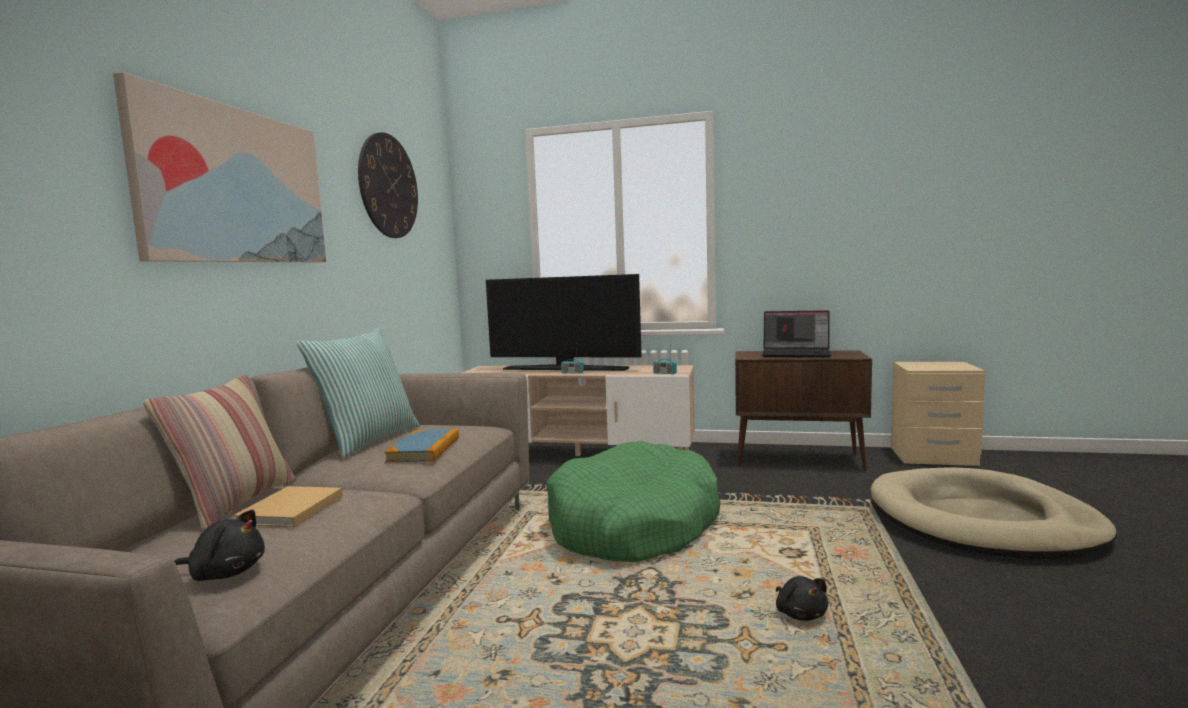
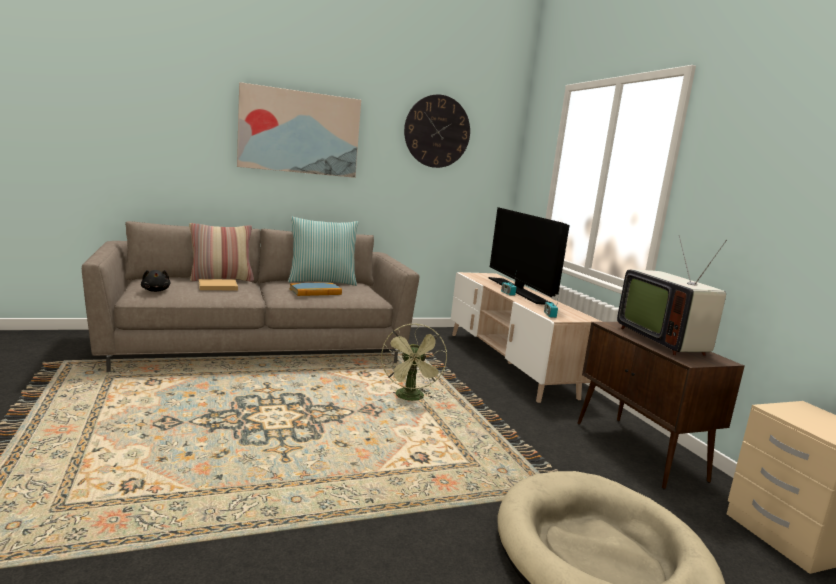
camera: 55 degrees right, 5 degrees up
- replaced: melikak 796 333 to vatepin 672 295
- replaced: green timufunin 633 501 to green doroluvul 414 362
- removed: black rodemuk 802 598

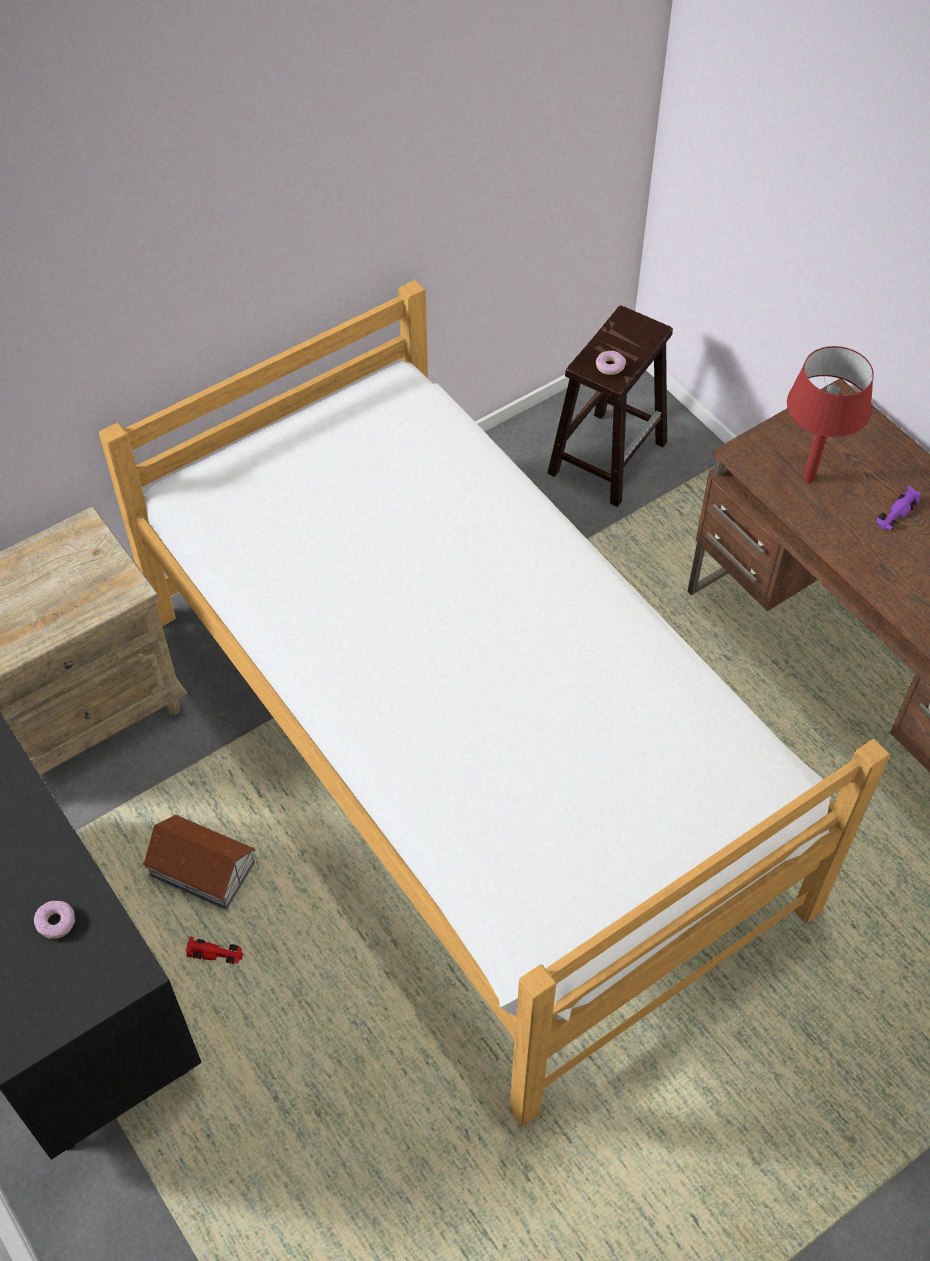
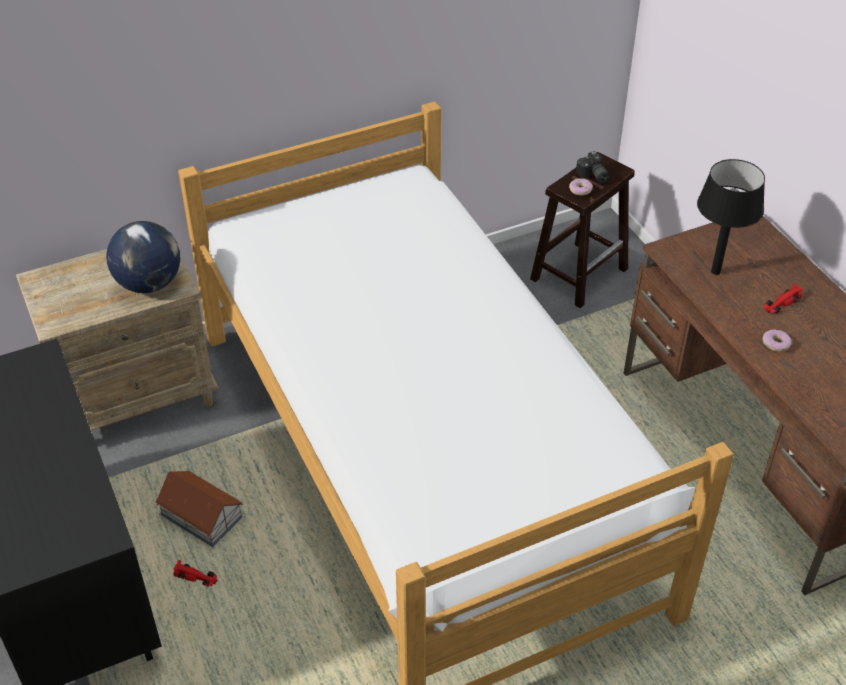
camera: 10 degrees right, 10 degrees down
- recoloured: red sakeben 830 414 to black sakeben 731 217
- recoloured: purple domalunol 898 508 to red domalunol 783 298
- moved: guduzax 54 920 to 776 340
- added: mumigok 592 167
- added: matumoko 143 257

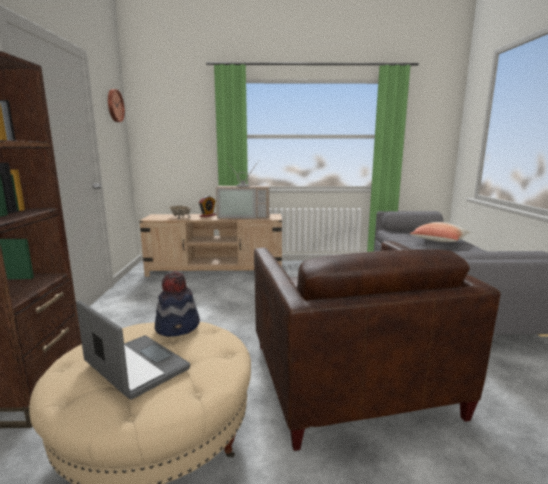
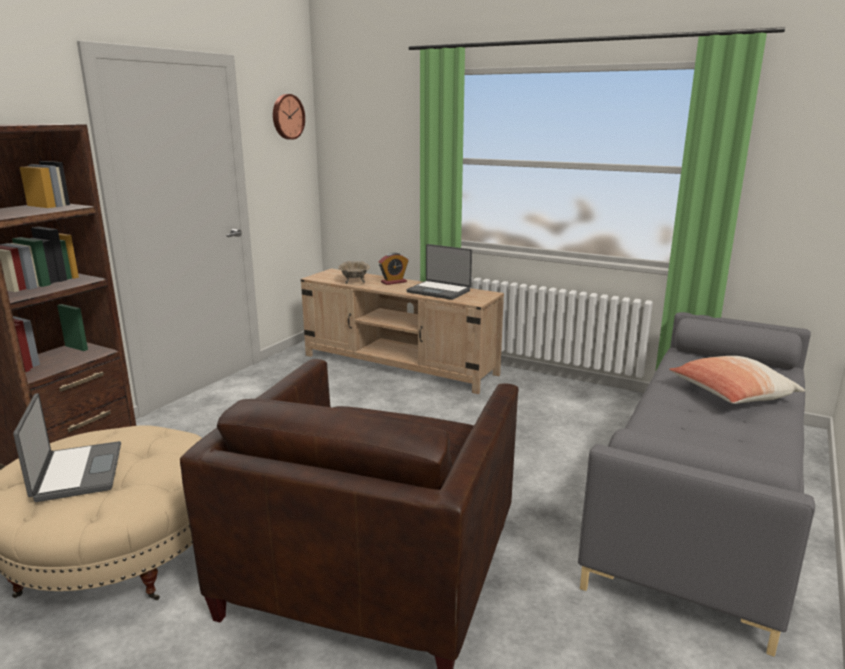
camera: 30 degrees right, 5 degrees up
- replaced: vatepin 242 190 to melikak 439 272
- removed: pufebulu 177 304

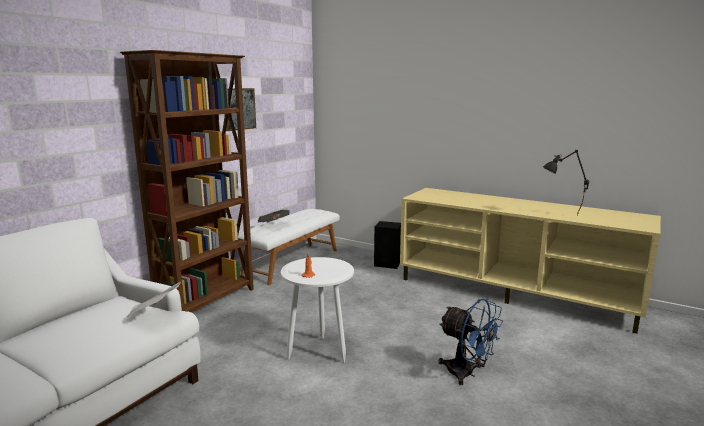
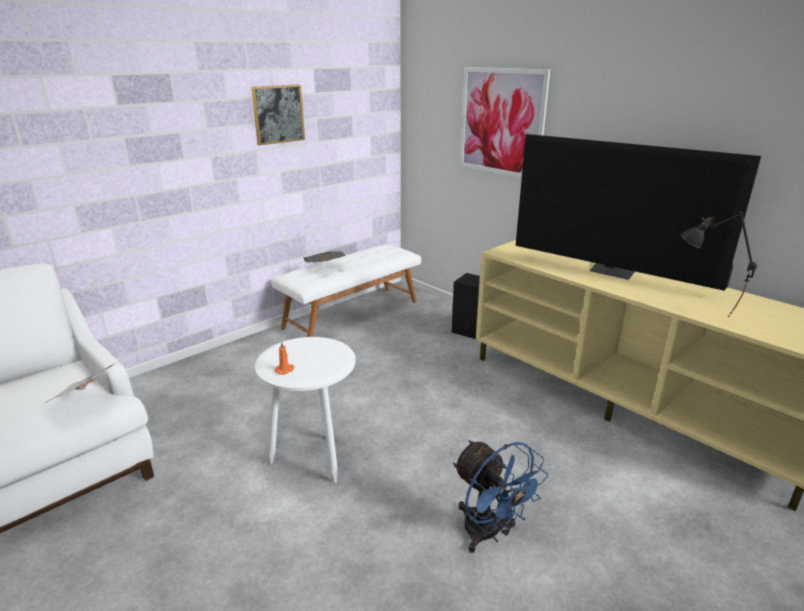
camera: 15 degrees right, 10 degrees up
- removed: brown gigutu 187 181
- added: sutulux 505 122
- added: vatepin 638 212

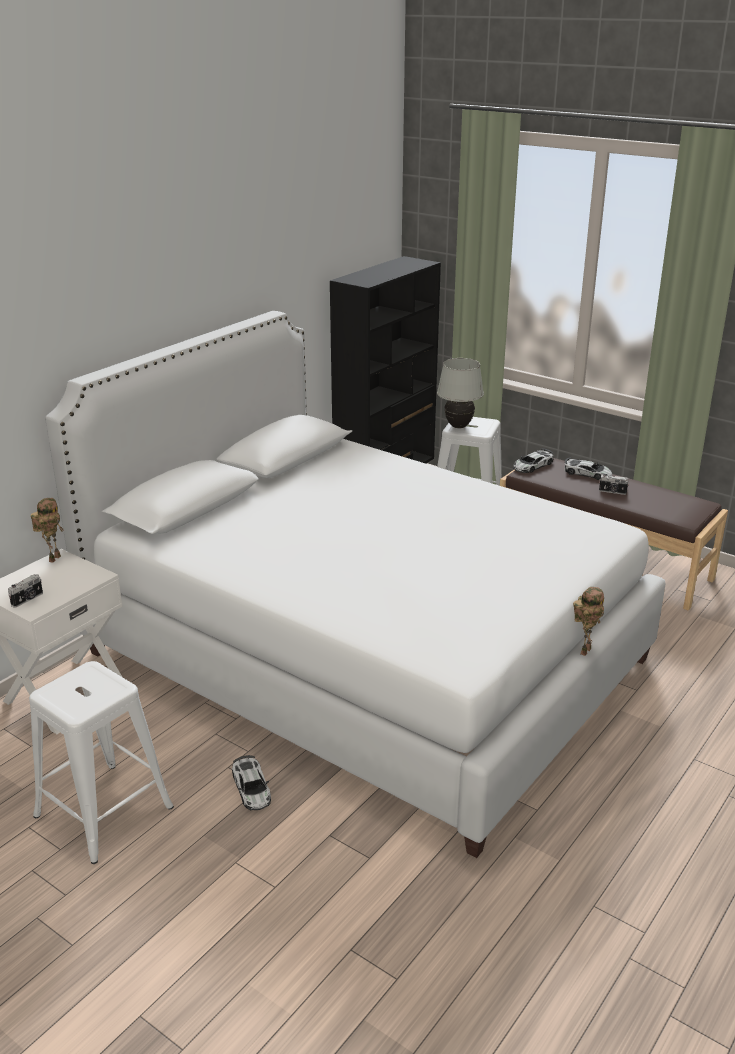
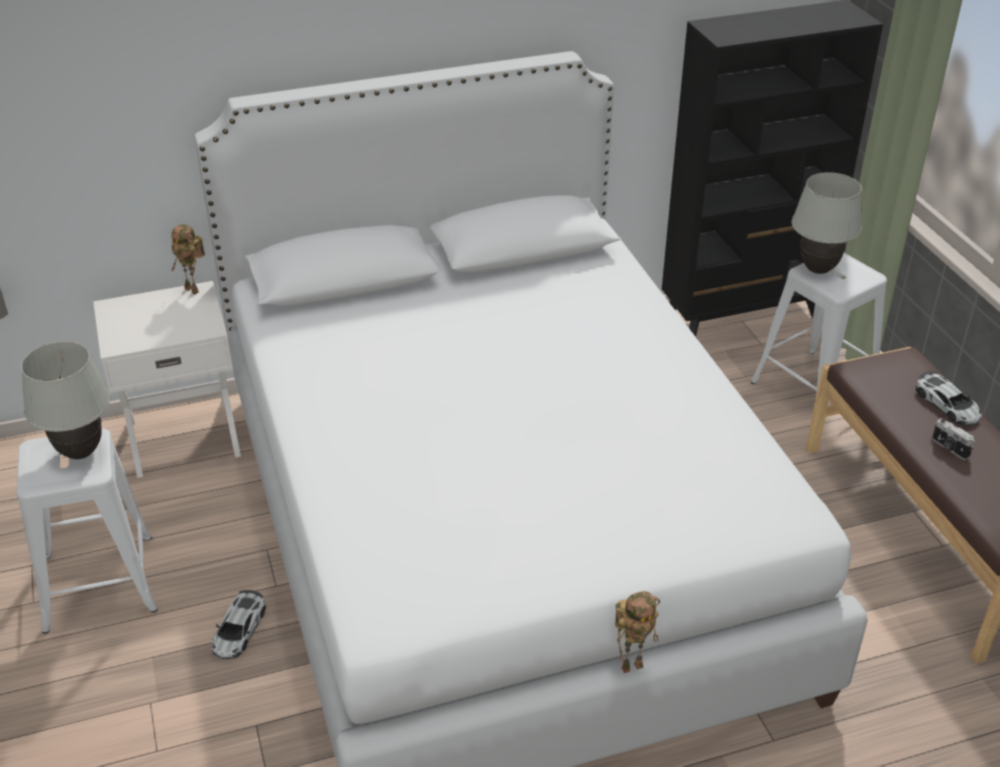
camera: 35 degrees right, 10 degrees up
- removed: domalunol 533 461
- turned: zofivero 47 530 = 188 259 75 degrees clockwise
- removed: mumigok 25 591
- added: white sakeben 66 400

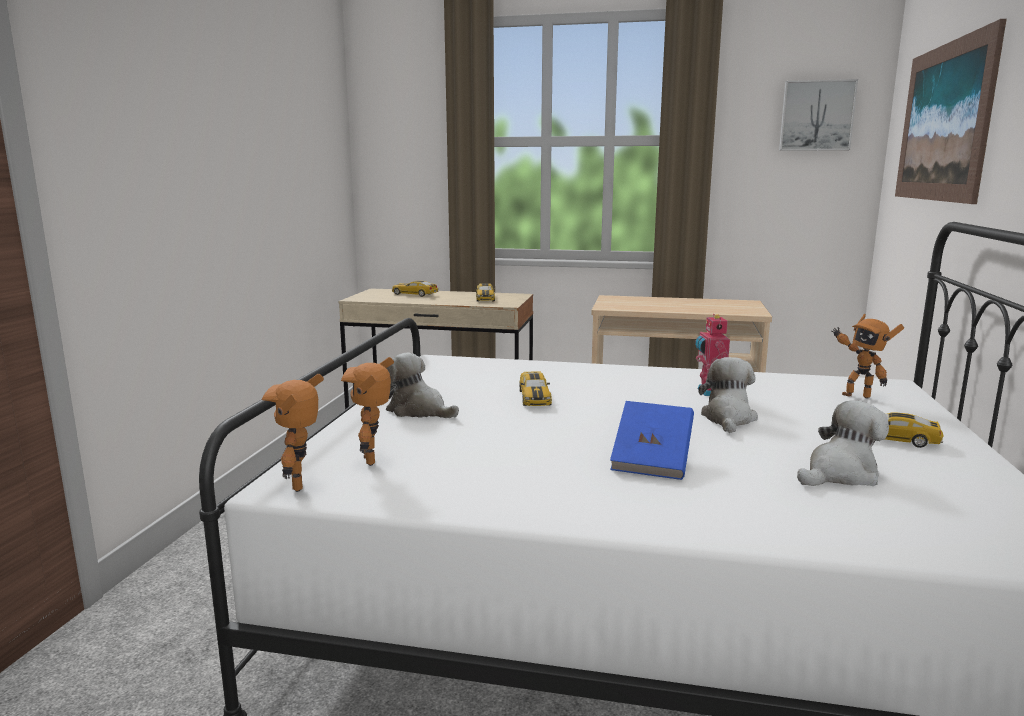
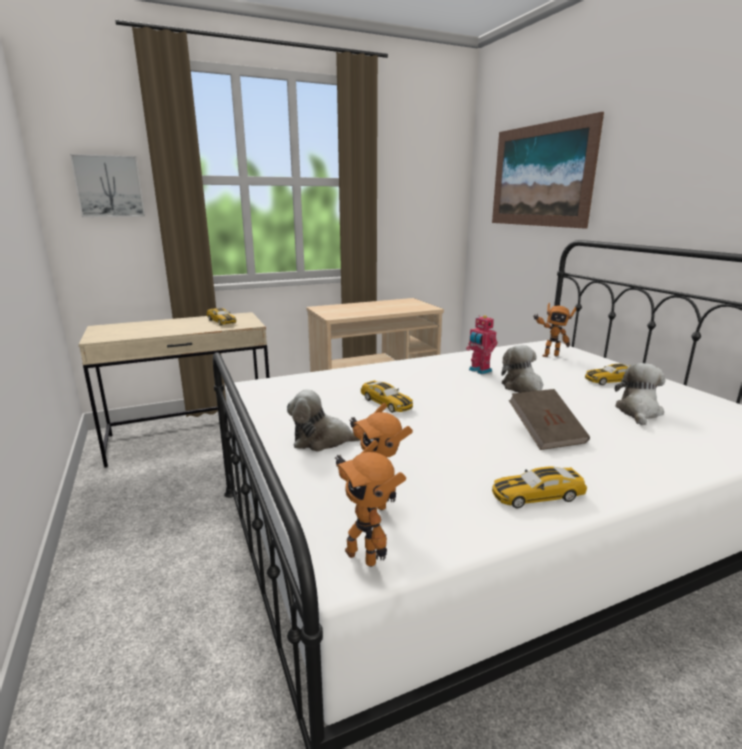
camera: 35 degrees left, 5 degrees up
- moved: sutulux 818 115 to 107 185
- moved: domalunol 415 289 to 539 487
- recoloured: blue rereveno 652 440 to brown rereveno 549 419

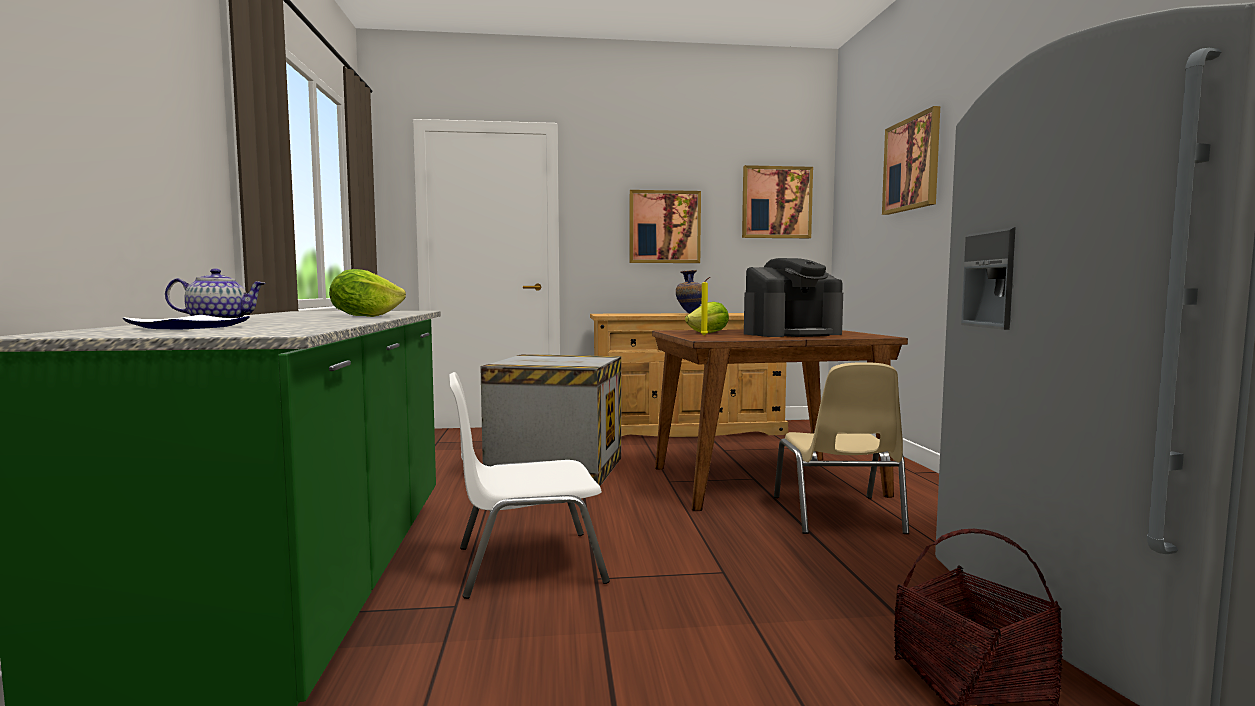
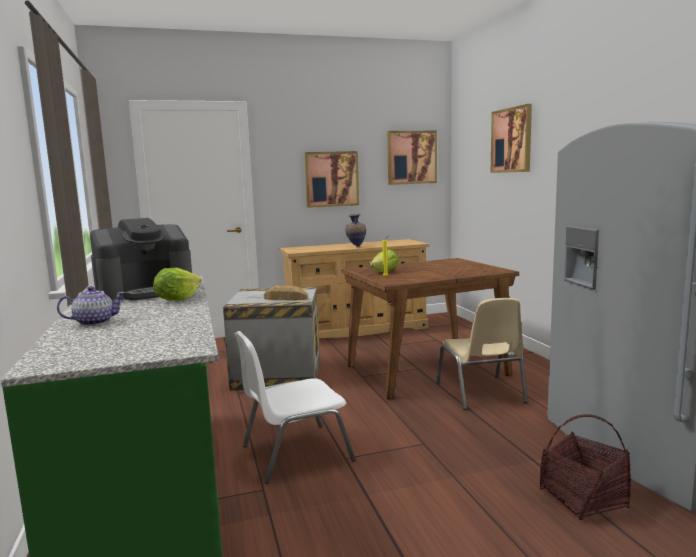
camera: 10 degrees left, 5 degrees up
- moved: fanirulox 793 297 to 141 259
- removed: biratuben 186 322
- added: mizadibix 286 293

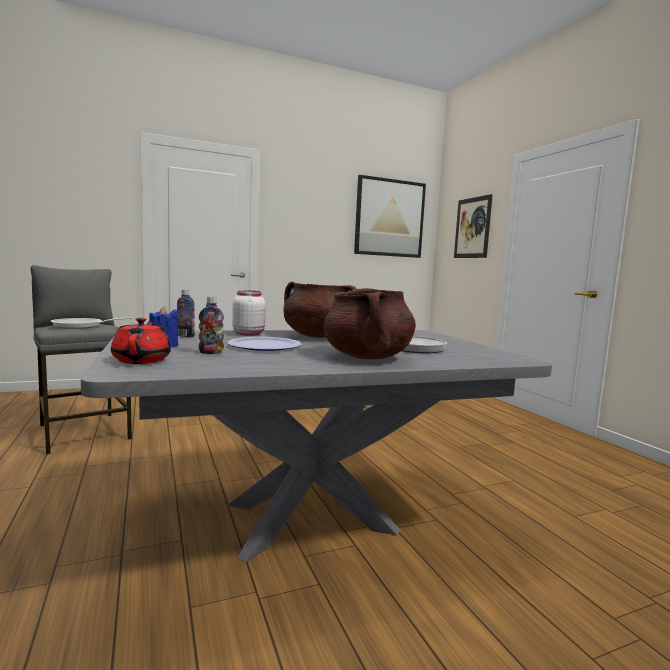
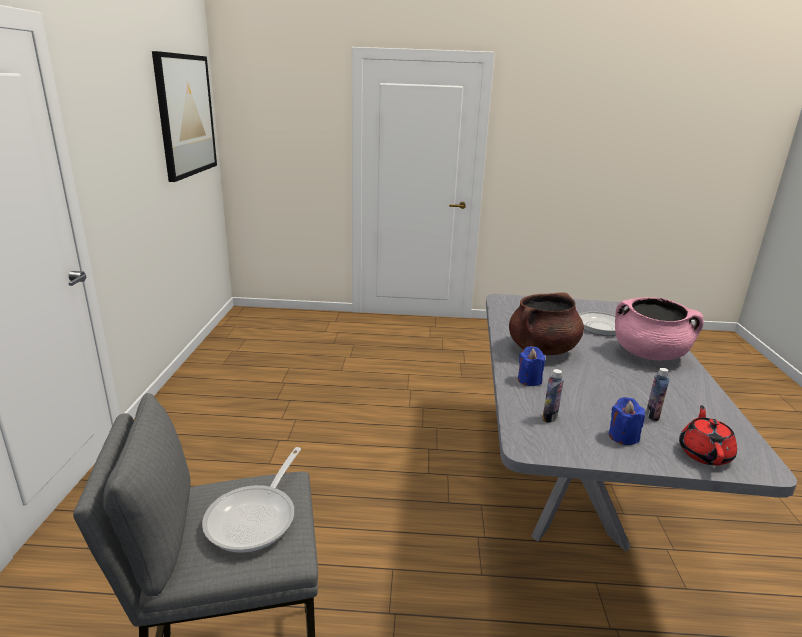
camera: 65 degrees left, 15 degrees up
- removed: sutulux 473 226
- recoloured: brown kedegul 369 323 to pink kedegul 659 328
- replaced: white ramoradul 249 313 to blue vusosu 531 366
- turned: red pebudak 141 341 = 708 435 90 degrees clockwise
- removed: biratuben 264 344

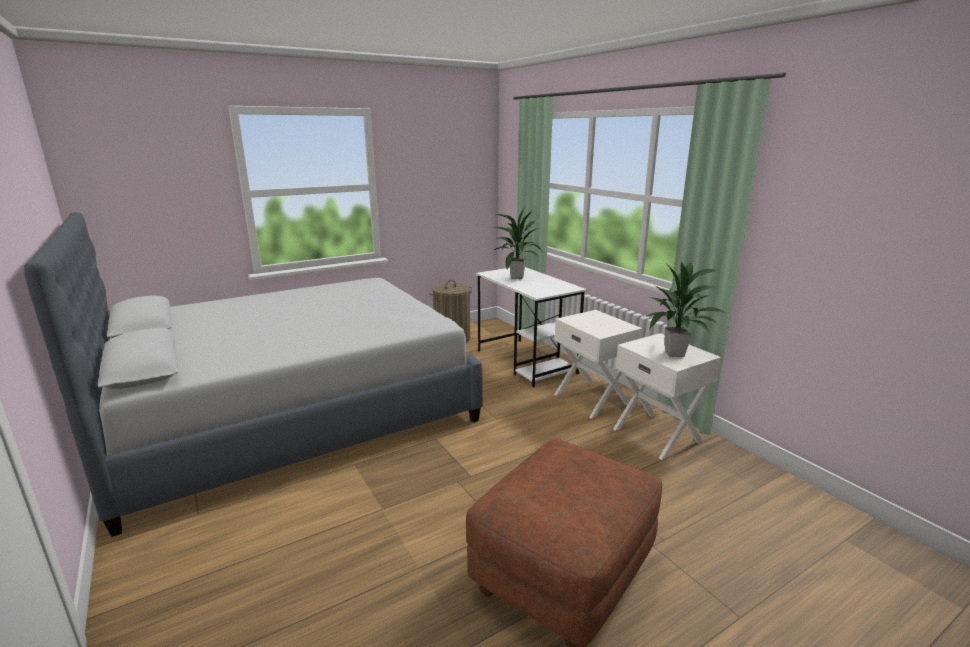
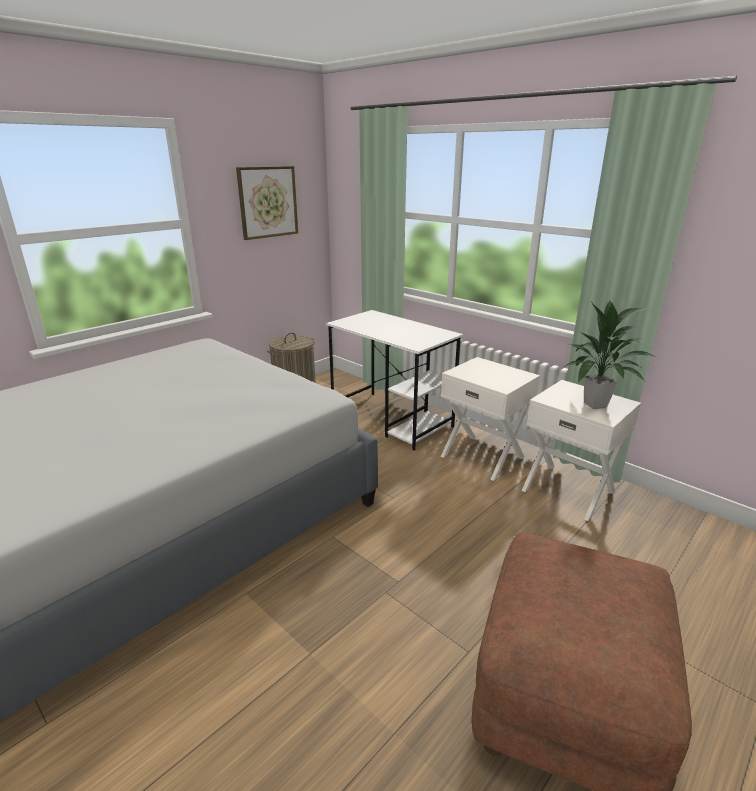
camera: 15 degrees left, 5 degrees up
- removed: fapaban 517 243
- added: sutulux 267 203

